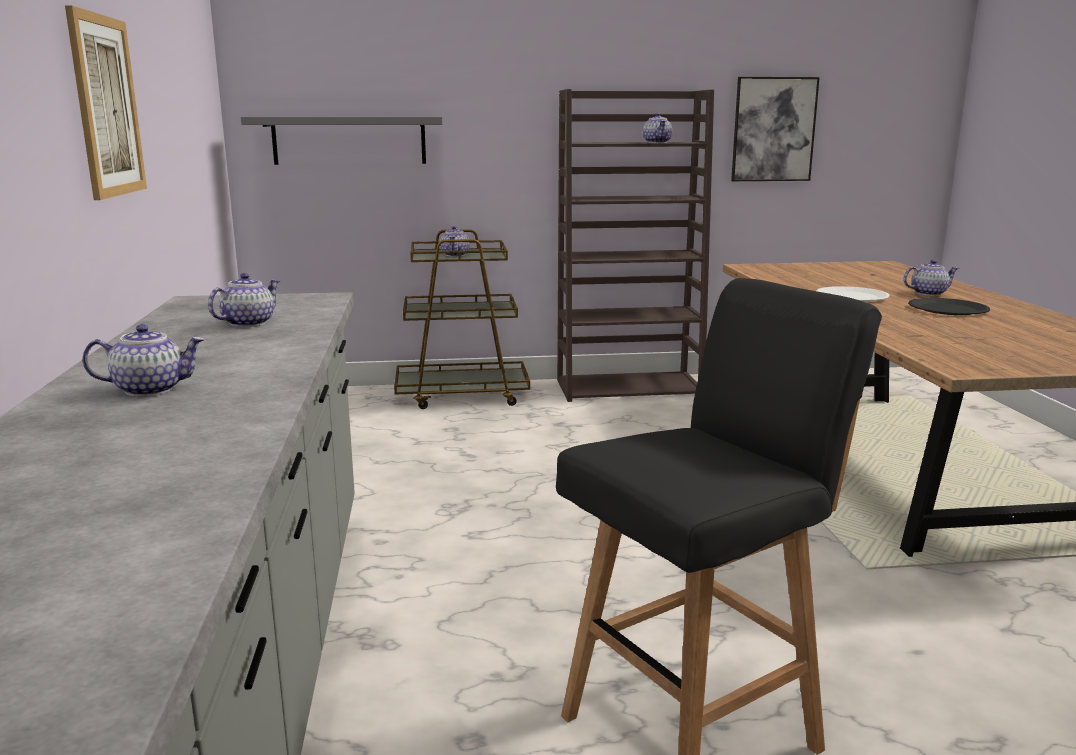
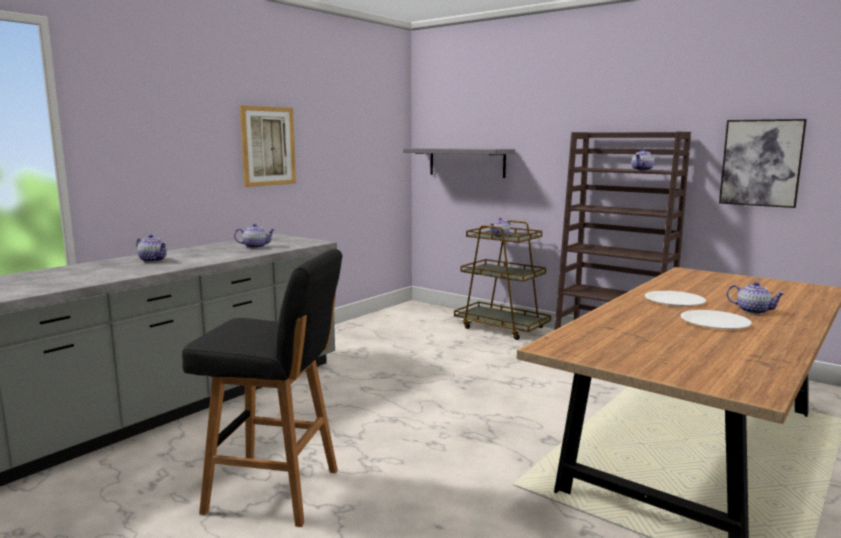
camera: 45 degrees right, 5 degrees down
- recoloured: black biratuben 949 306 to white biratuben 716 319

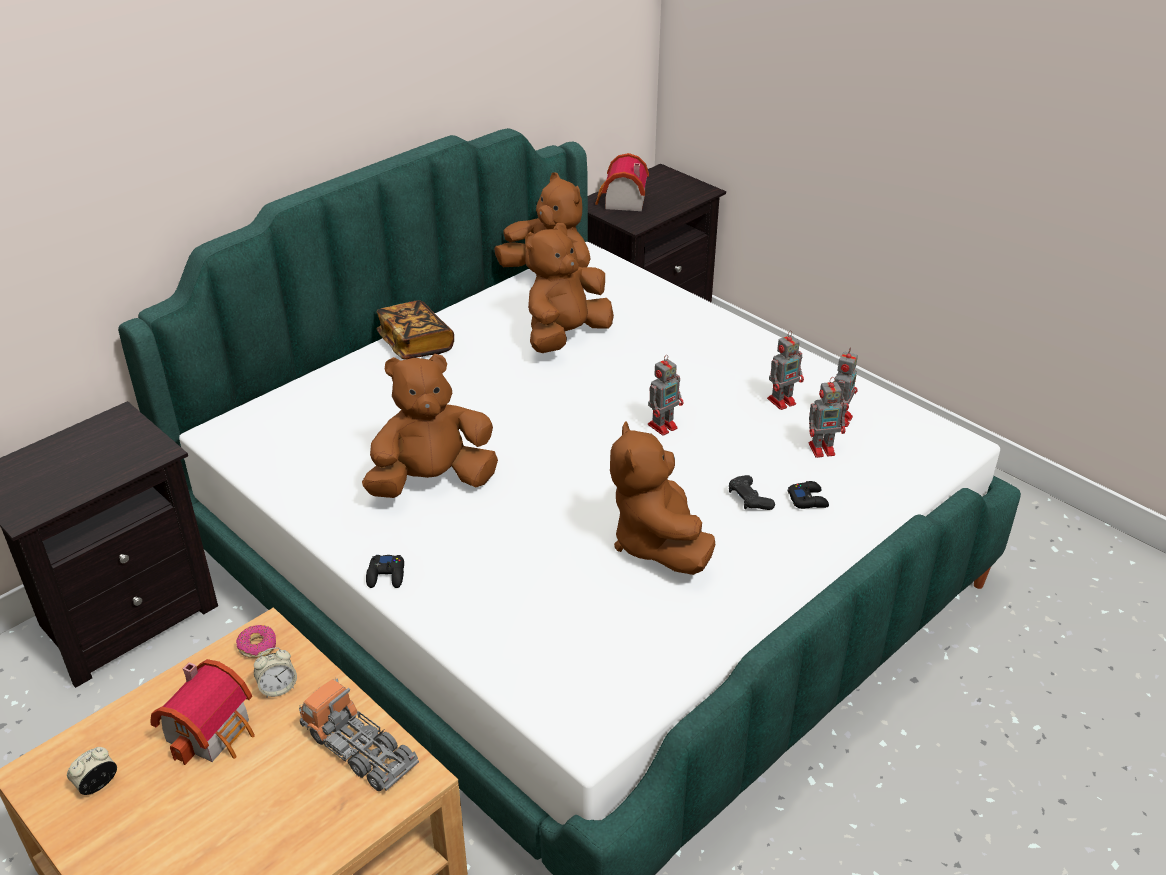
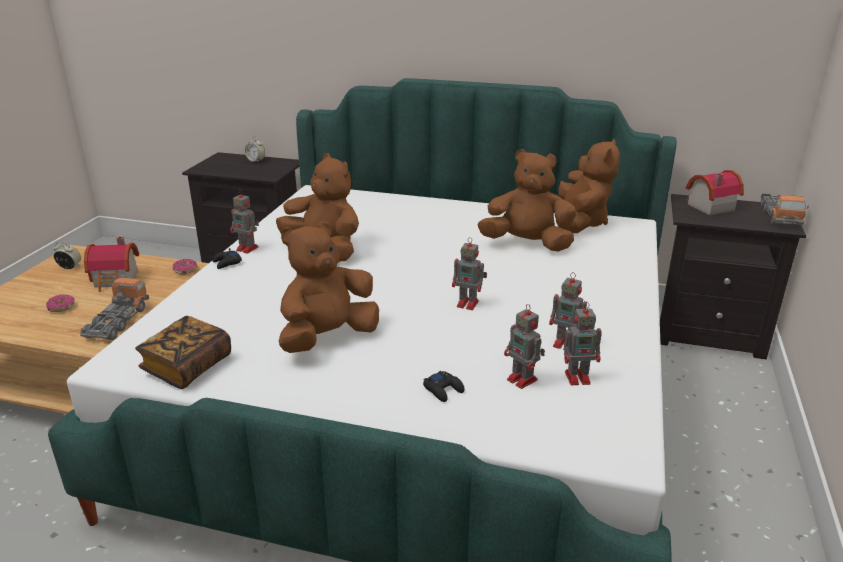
camera: 60 degrees right, 10 degrees down
- moved: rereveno 415 330 to 183 352
- removed: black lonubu 752 492
- moved: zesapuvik 275 672 to 255 149
- added: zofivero 244 222
- added: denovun 785 210
- added: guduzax 60 303

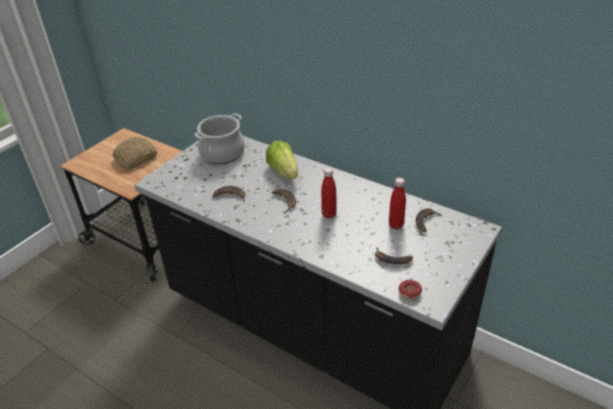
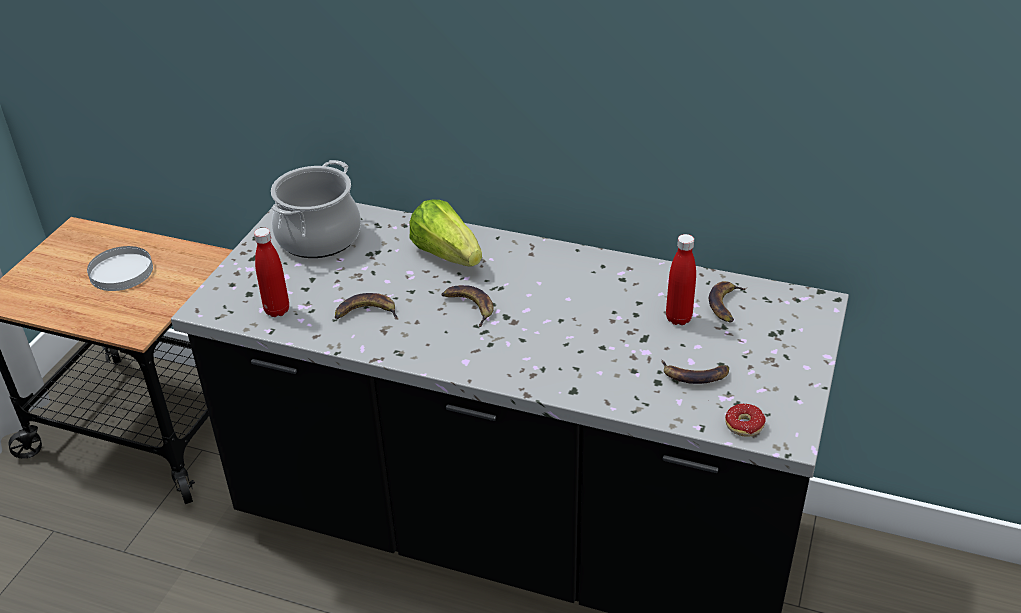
camera: 15 degrees left, 0 degrees up
- replaced: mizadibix 134 153 to white biratuben 120 268
- moved: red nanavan 329 193 to 271 272

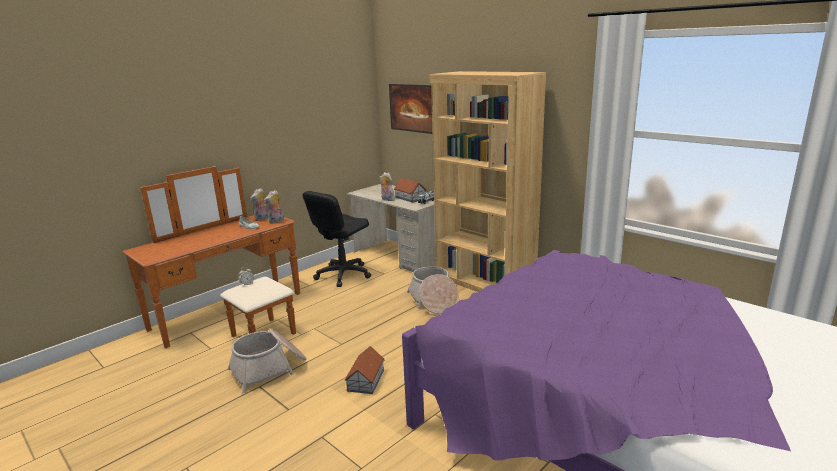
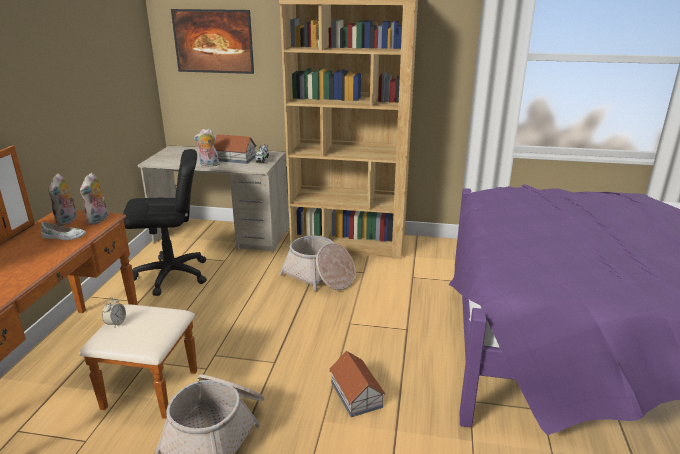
camera: 35 degrees left, 5 degrees up
- turned: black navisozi 337 239 = 165 222 105 degrees counterclockwise

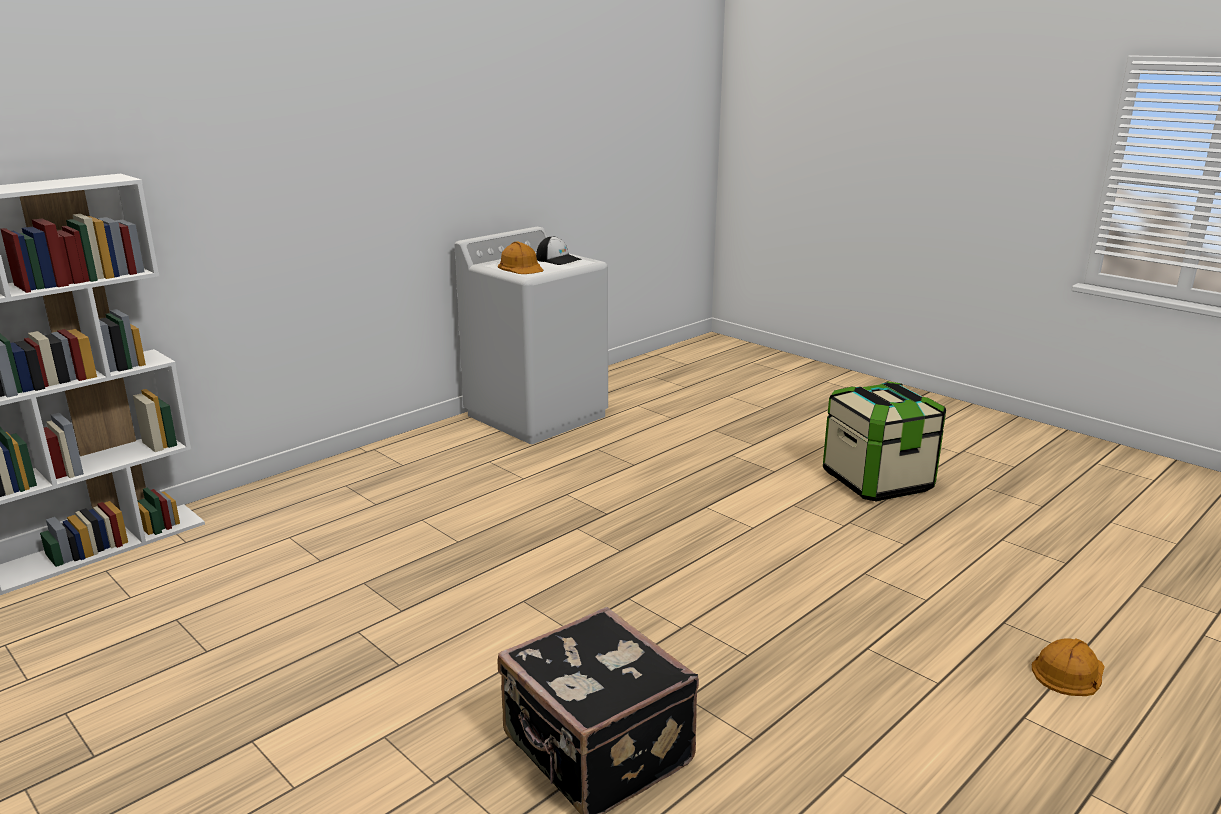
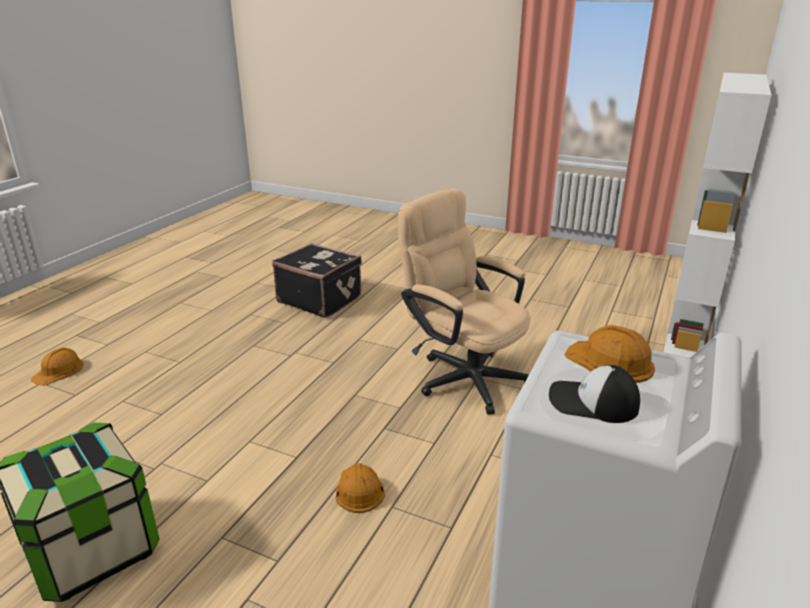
camera: 160 degrees right, 5 degrees up
- added: beige navisozi 464 301
- added: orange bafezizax 360 488

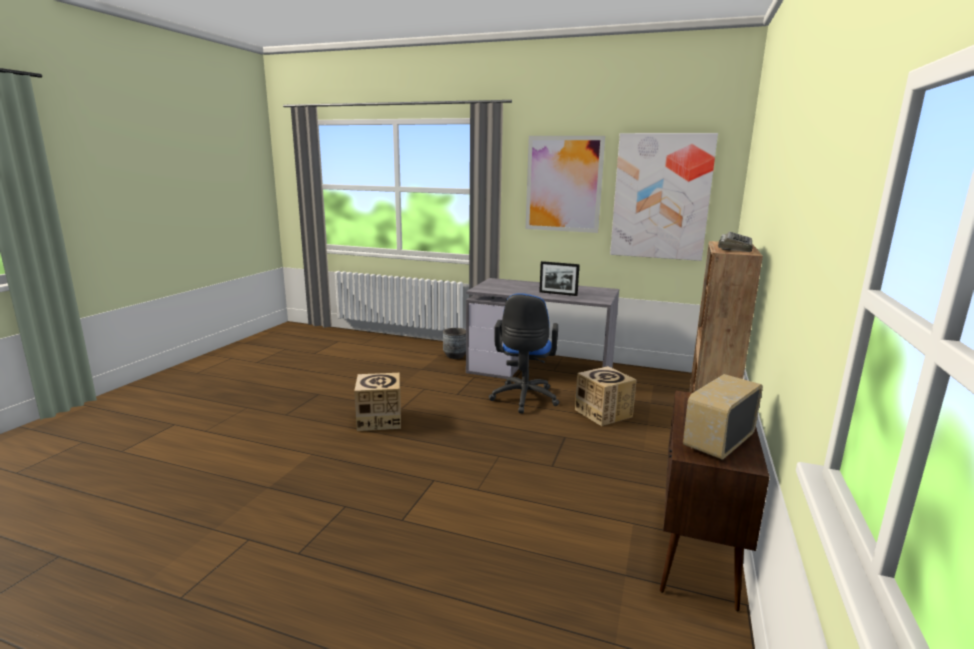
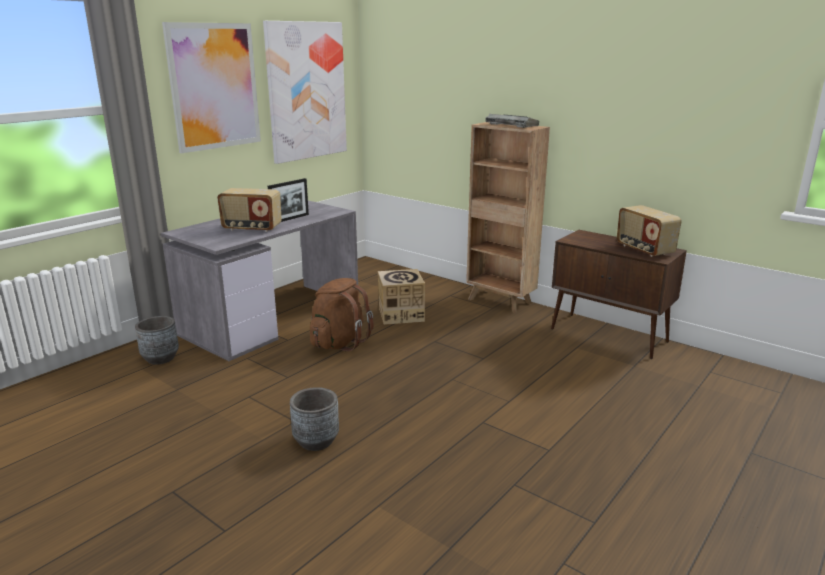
camera: 70 degrees left, 5 degrees up
- replaced: blue navisozi 524 353 to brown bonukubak 342 315
- replaced: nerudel 377 402 to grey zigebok 314 419
- added: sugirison 249 210

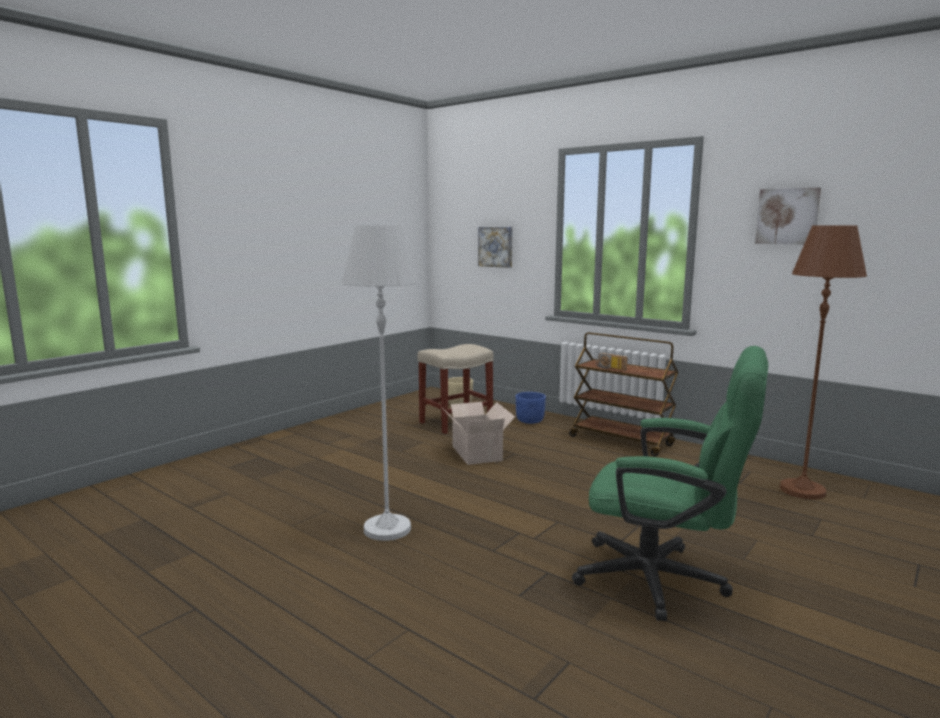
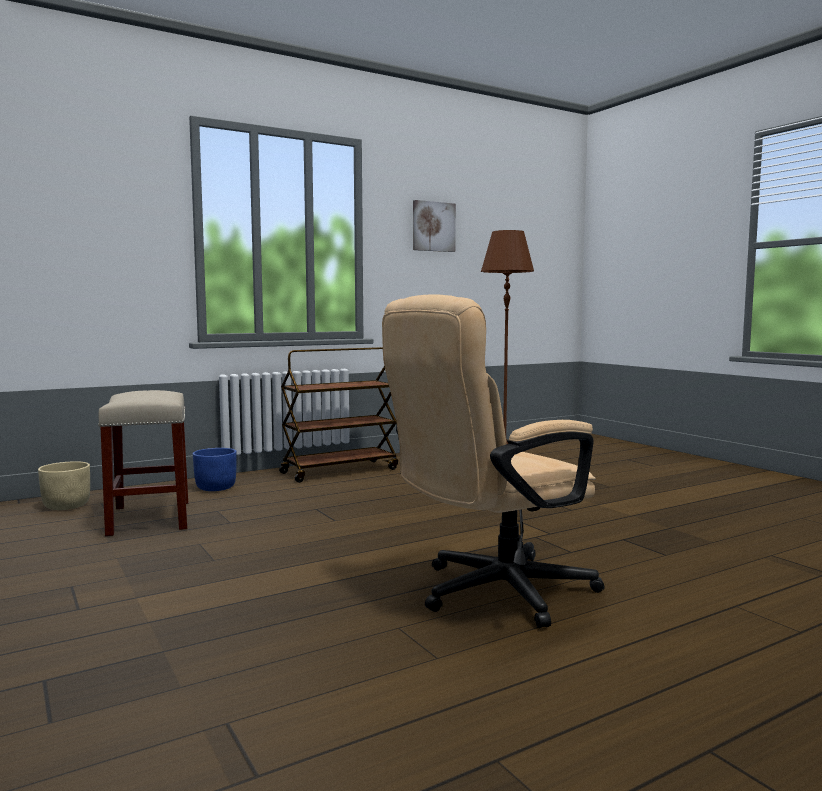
camera: 70 degrees left, 5 degrees down
- replaced: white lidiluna 379 383 to beige navisozi 493 461
- removed: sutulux 495 247
- removed: green navisozi 670 483
- removed: sugirison 612 362
- removed: nerudel 478 433

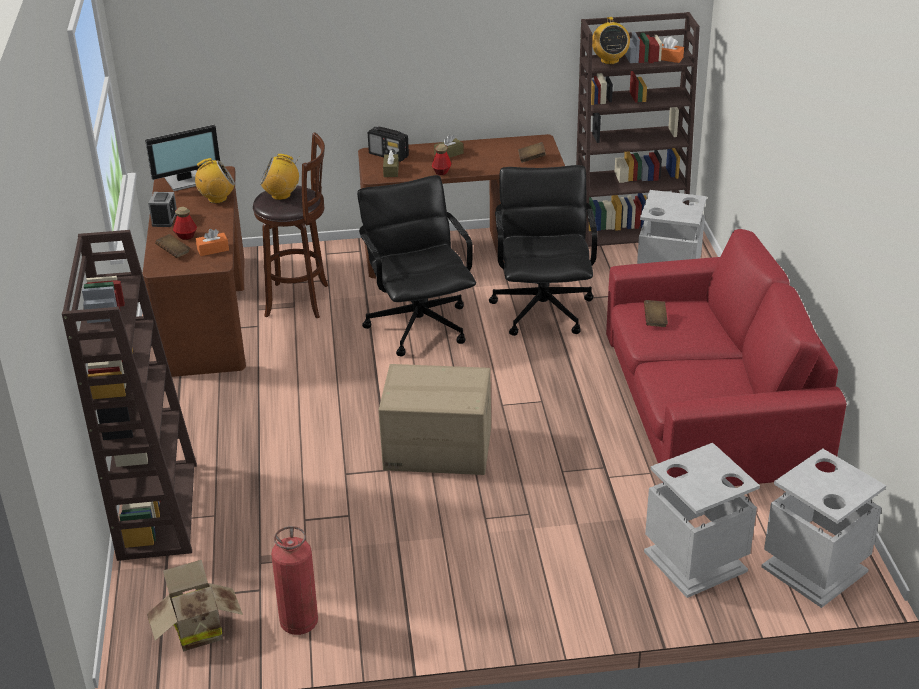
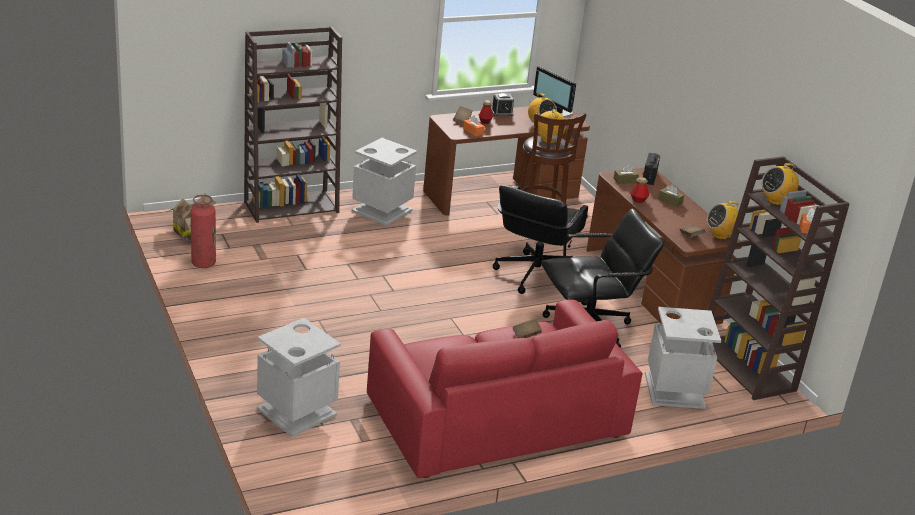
camera: 70 degrees right, 5 degrees down
- turned: black navisozi 416 265 = 540 239 150 degrees clockwise
- removed: nerudel 434 419
- moved: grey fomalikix 824 528 to 384 182
- added: sugirison 723 220

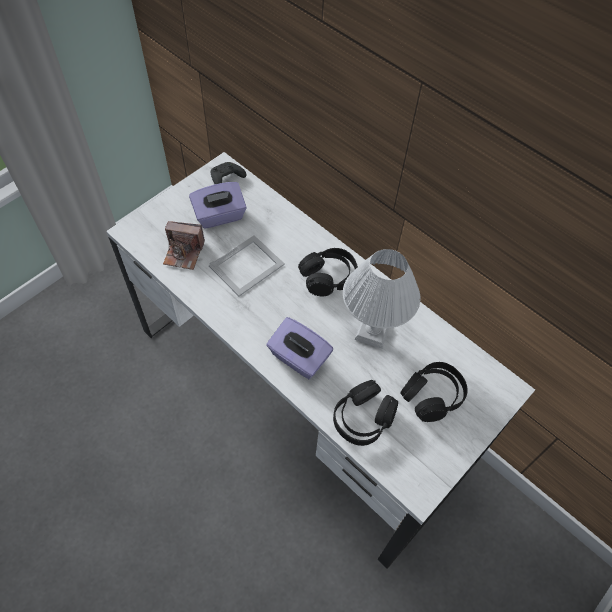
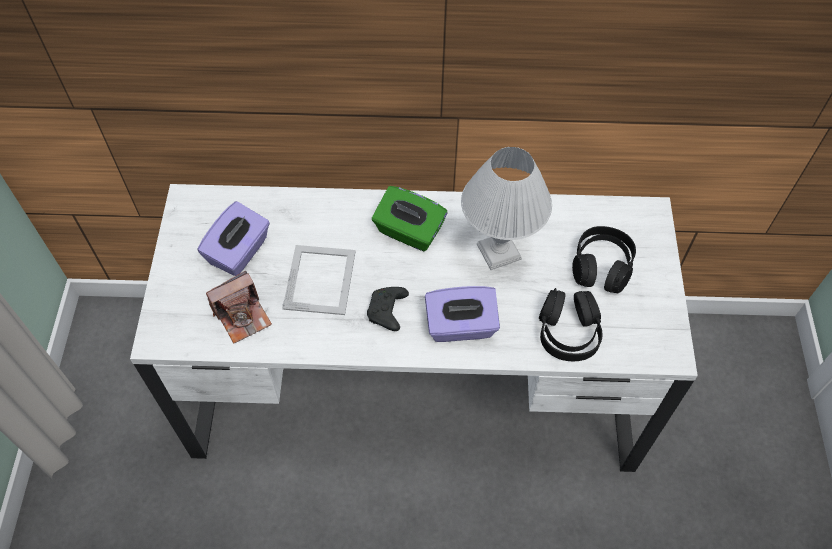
camera: 40 degrees left, 0 degrees up
- moved: black lonubu 228 173 to 388 309
- replaced: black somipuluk 328 272 to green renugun 409 218

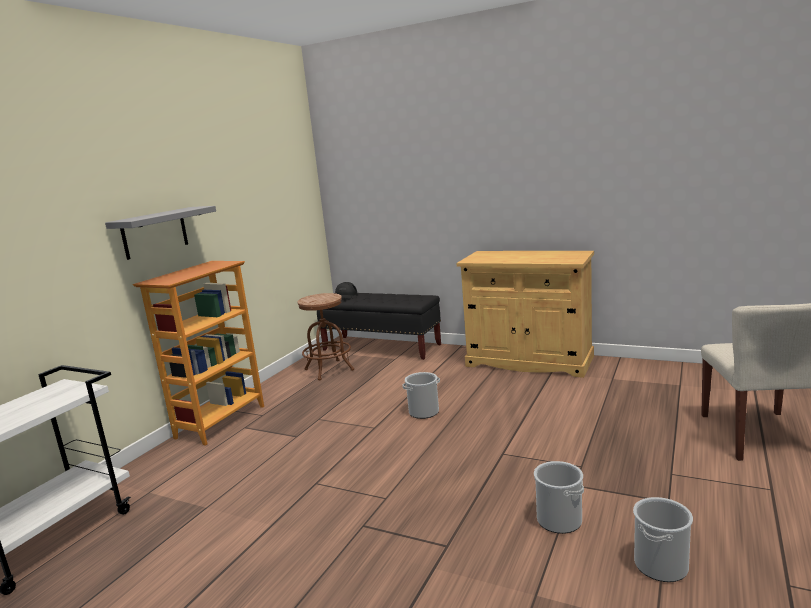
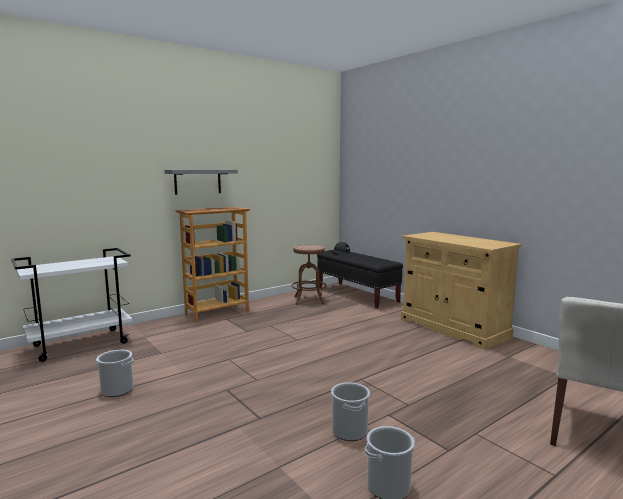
camera: 25 degrees right, 5 degrees down
- moved: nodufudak 421 395 to 115 373

